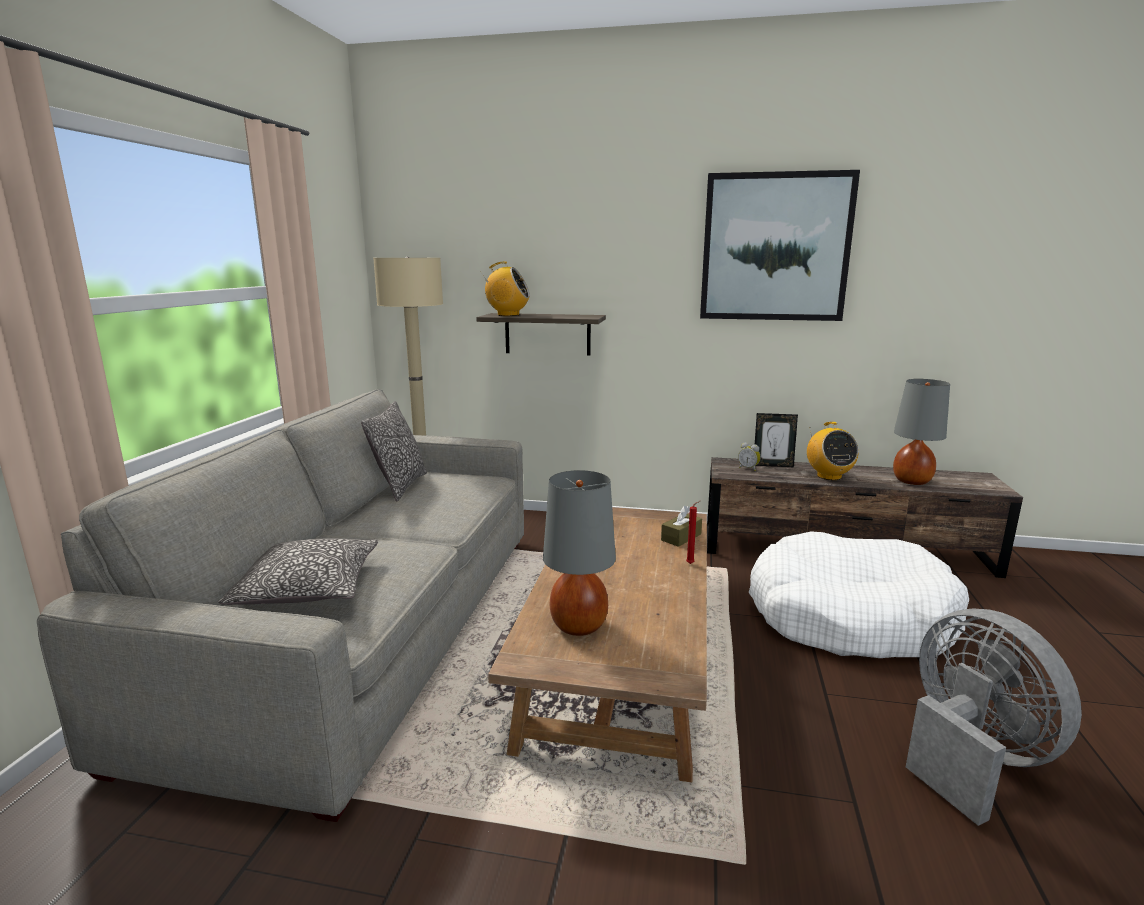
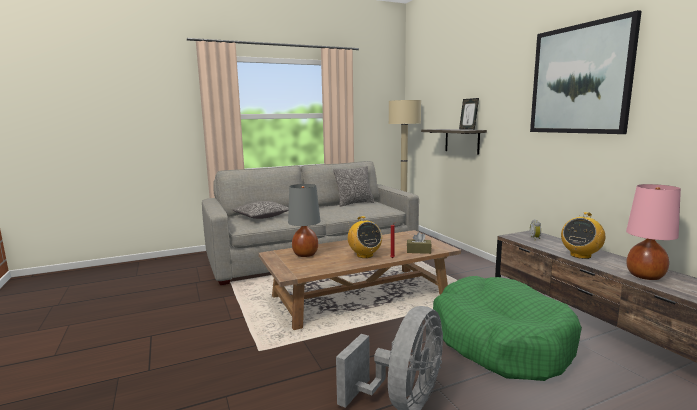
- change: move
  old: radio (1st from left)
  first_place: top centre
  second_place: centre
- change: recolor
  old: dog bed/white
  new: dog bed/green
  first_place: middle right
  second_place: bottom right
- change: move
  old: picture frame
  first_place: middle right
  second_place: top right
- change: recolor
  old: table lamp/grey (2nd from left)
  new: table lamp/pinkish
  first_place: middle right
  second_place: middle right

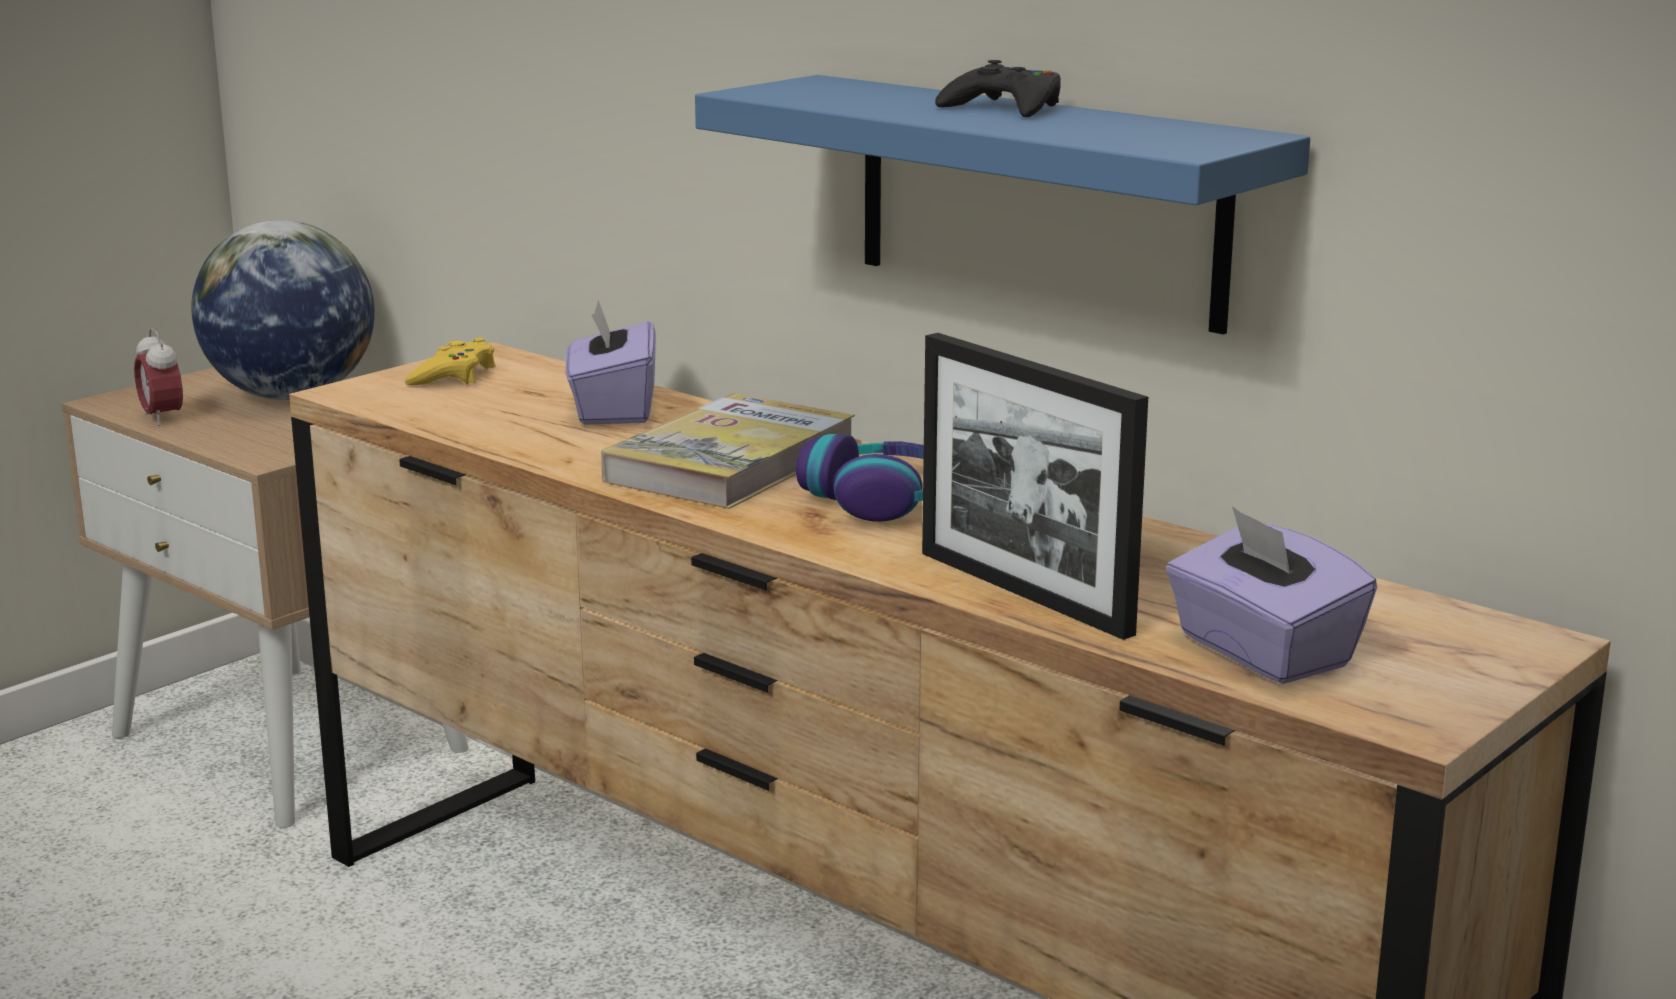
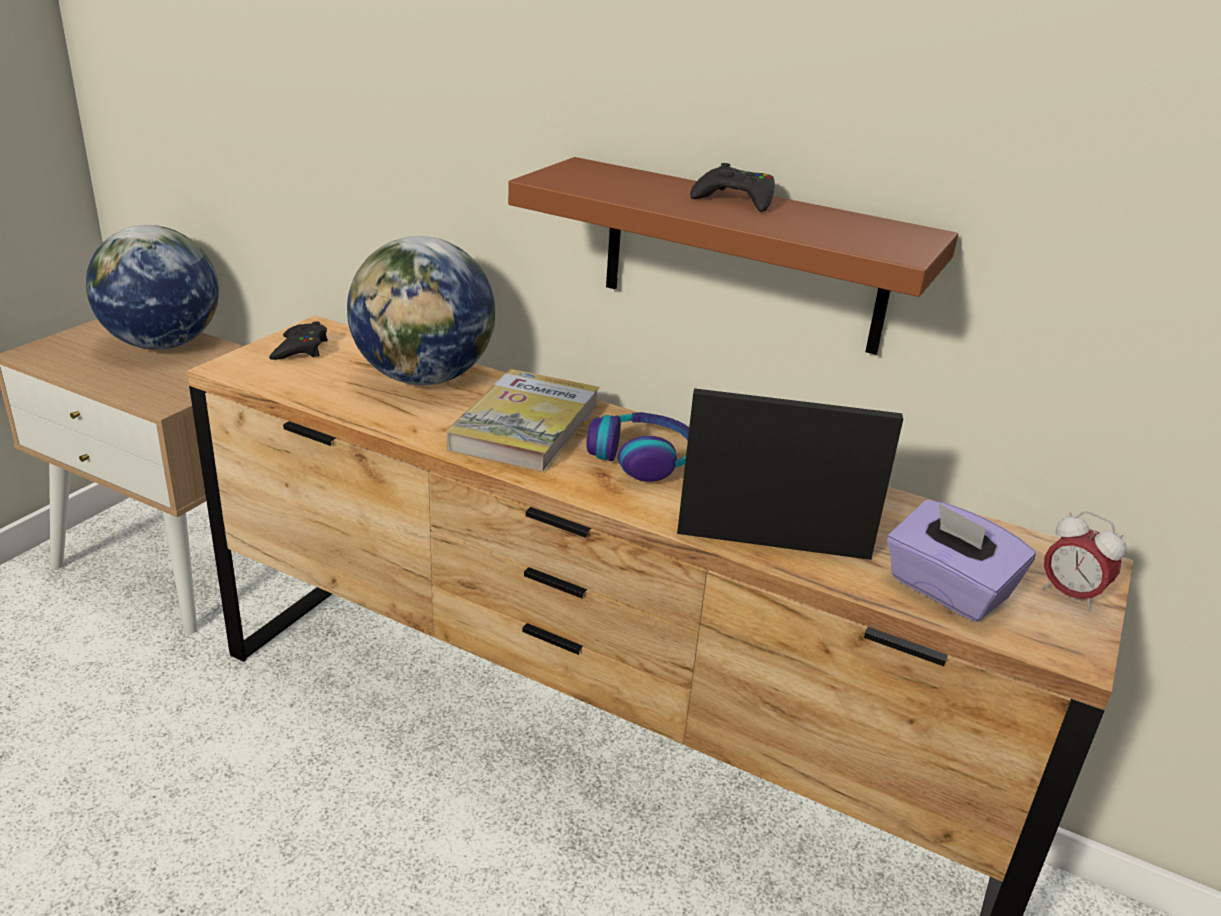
- change: recolor
  old: gamepad/yellowish
  new: gamepad/black-coloured (1st from left)
  first_place: middle left
  second_place: middle left
- change: replace
  old: tissue holder/purple (1st from left)
  new: world globe (2nd from left)
  first_place: centre
  second_place: centre
- change: recolor
  old: shelf/blue-coloured
  new: shelf/brown-coloured
  first_place: top centre
  second_place: top centre
- change: rotate
  old: picture frame
  first_place: centre
  second_place: centre
  degrees: 150
- change: move
  old: table clock
  first_place: middle left
  second_place: middle right

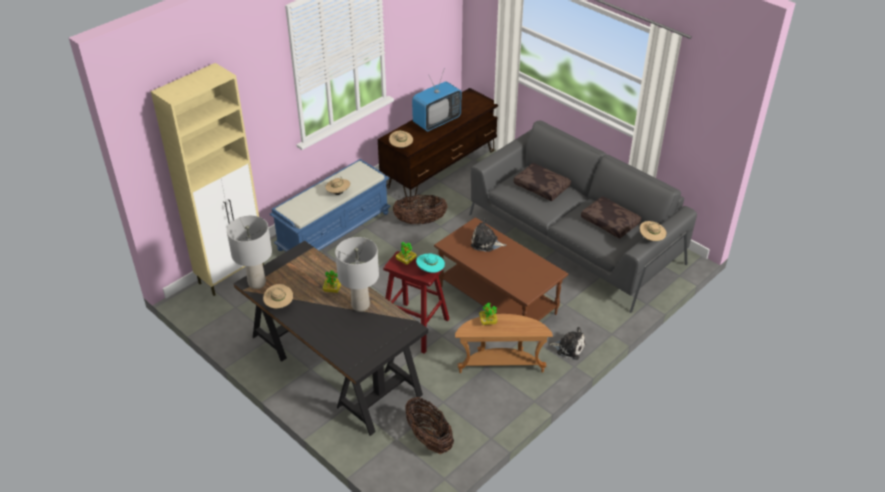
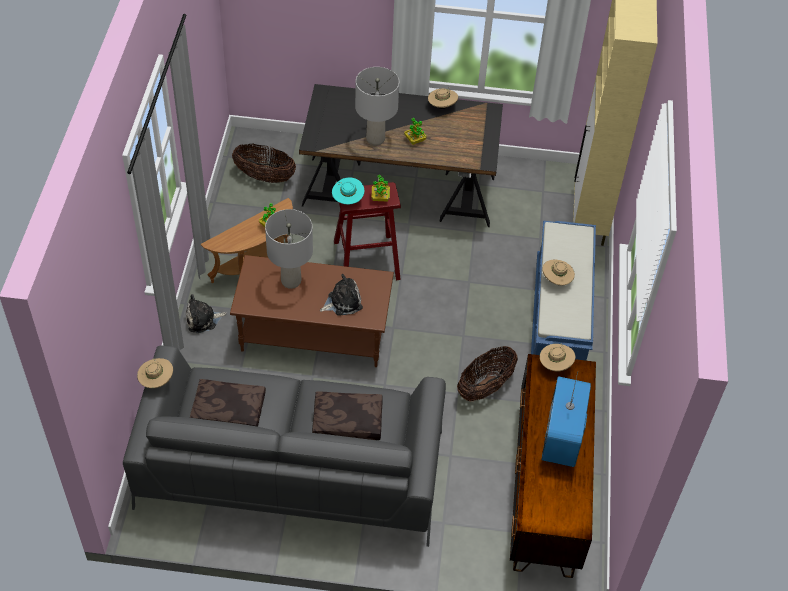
- change: move
  old: table lamp/grey (1st from left)
  first_place: middle left
  second_place: centre

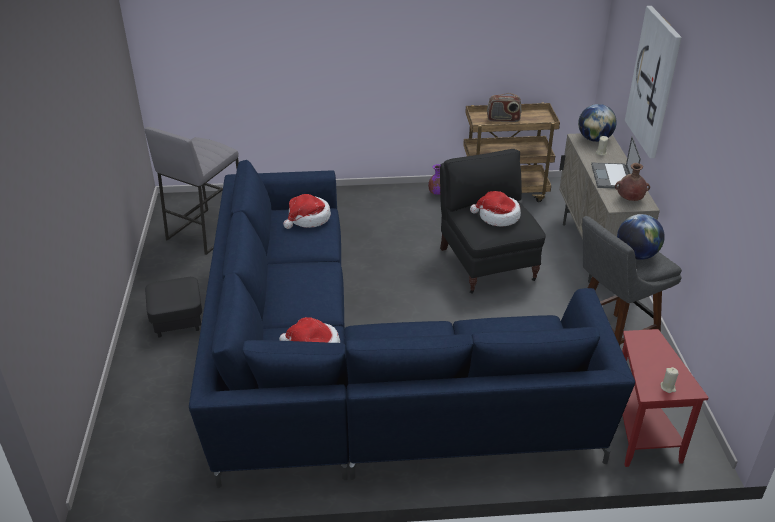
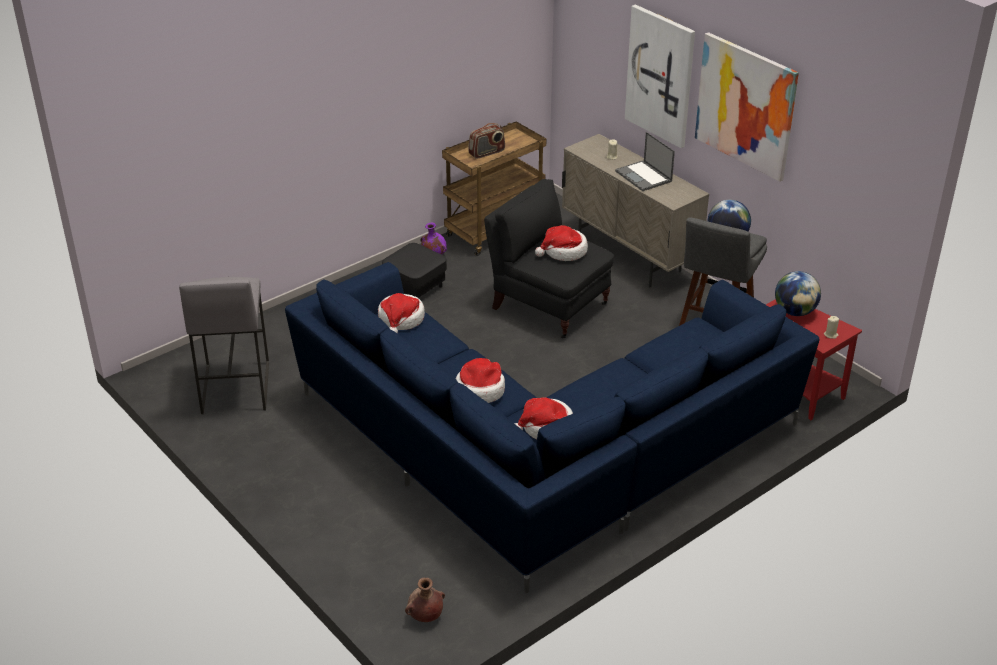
- change: move
  old: footrest/black-coloured
  first_place: middle left
  second_place: centre
- change: move
  old: vase/brown-coloured
  first_place: middle right
  second_place: bottom centre
- change: insert
  new: hat (2nd from left)
  second_place: centre
- change: insert
  new: wall picture (2nd from left)
  second_place: top right
- change: move
  old: world globe (1st from left in the first image)
  new: world globe (2nd from left)
  first_place: top right
  second_place: middle right

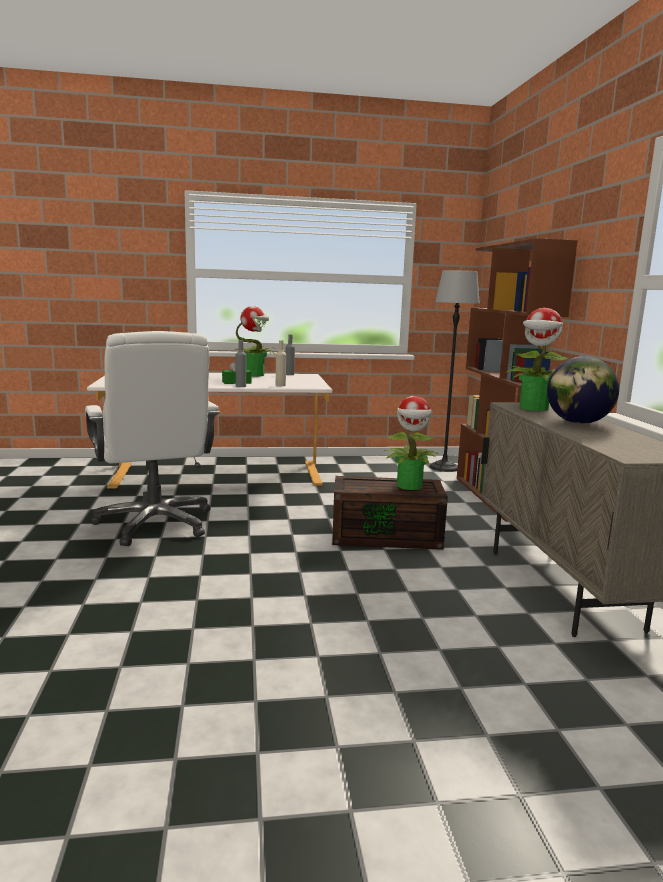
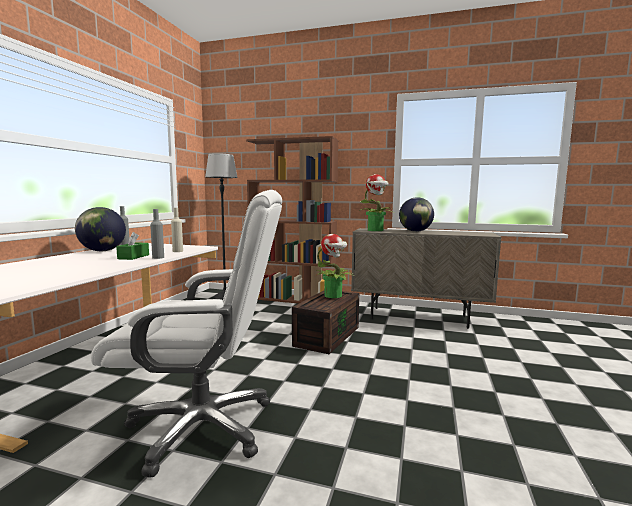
- change: replace
  old: plant in a pot (1st from left)
  new: world globe (1st from left)
  first_place: centre
  second_place: middle left

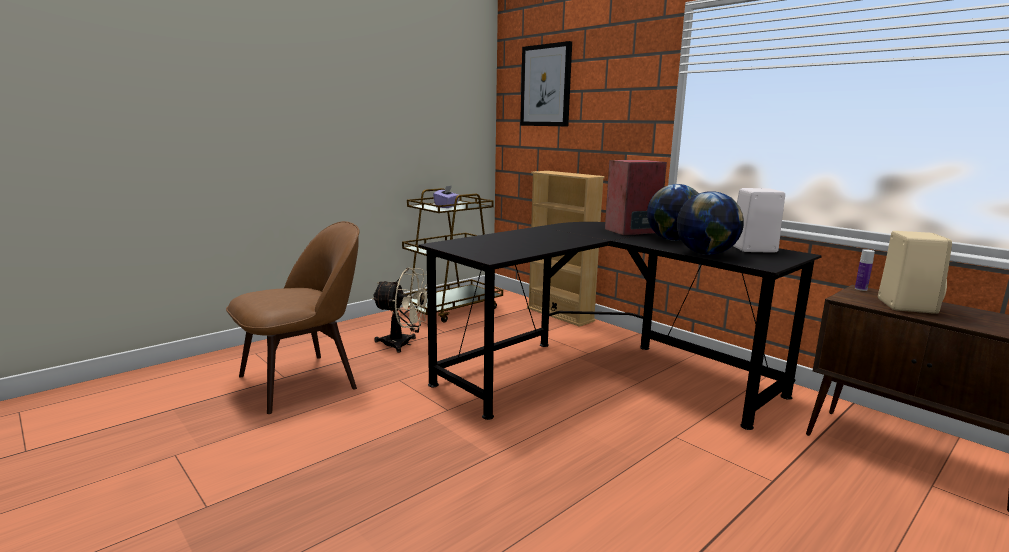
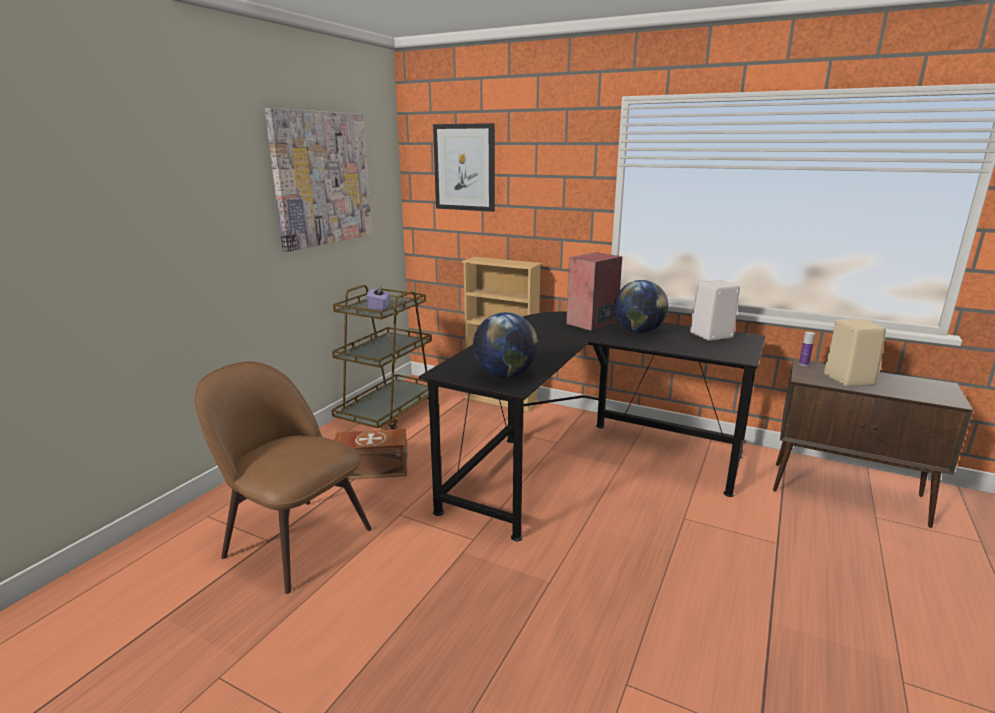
- change: rotate
  old: chair/brown-coloured
  first_place: middle left
  second_place: bottom left
  degrees: -90
- change: insert
  new: wall picture (1st from left)
  second_place: top left
- change: replace
  old: electric fan/sand-coloured
  new: storage container/brown-coloured
  first_place: centre
  second_place: centre
- change: move
  old: world globe (2nd from left in the first image)
  new: world globe (1st from left)
  first_place: middle right
  second_place: centre

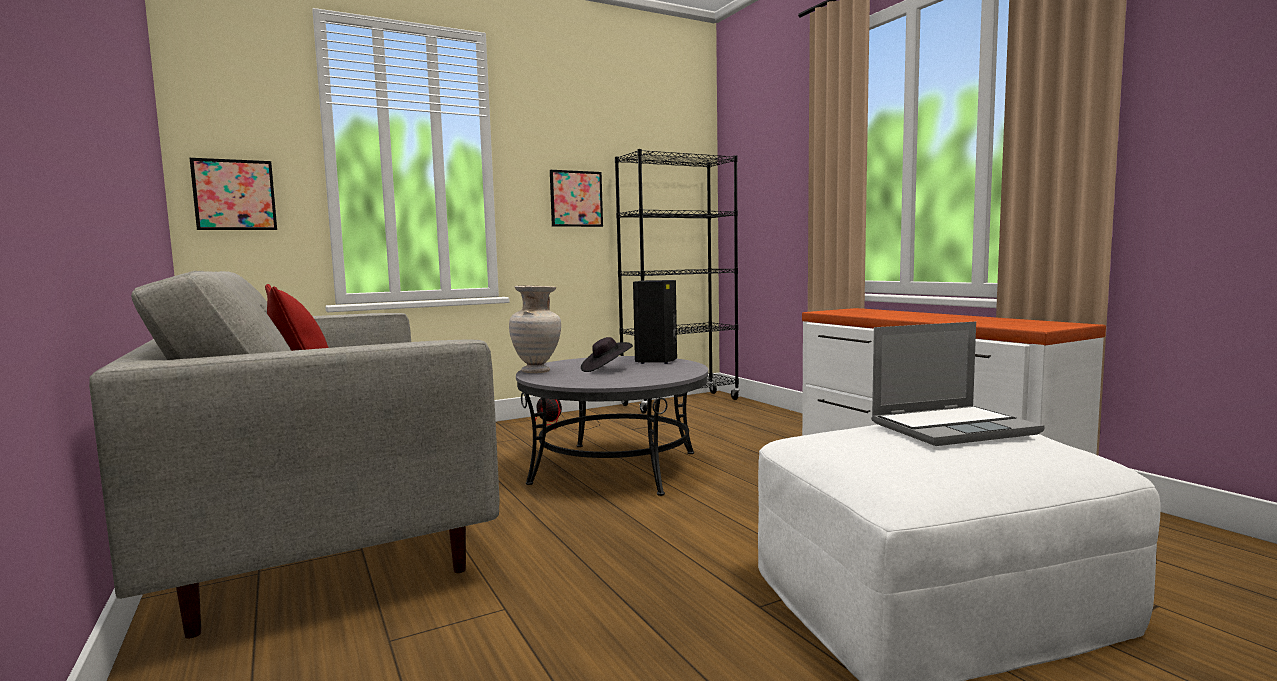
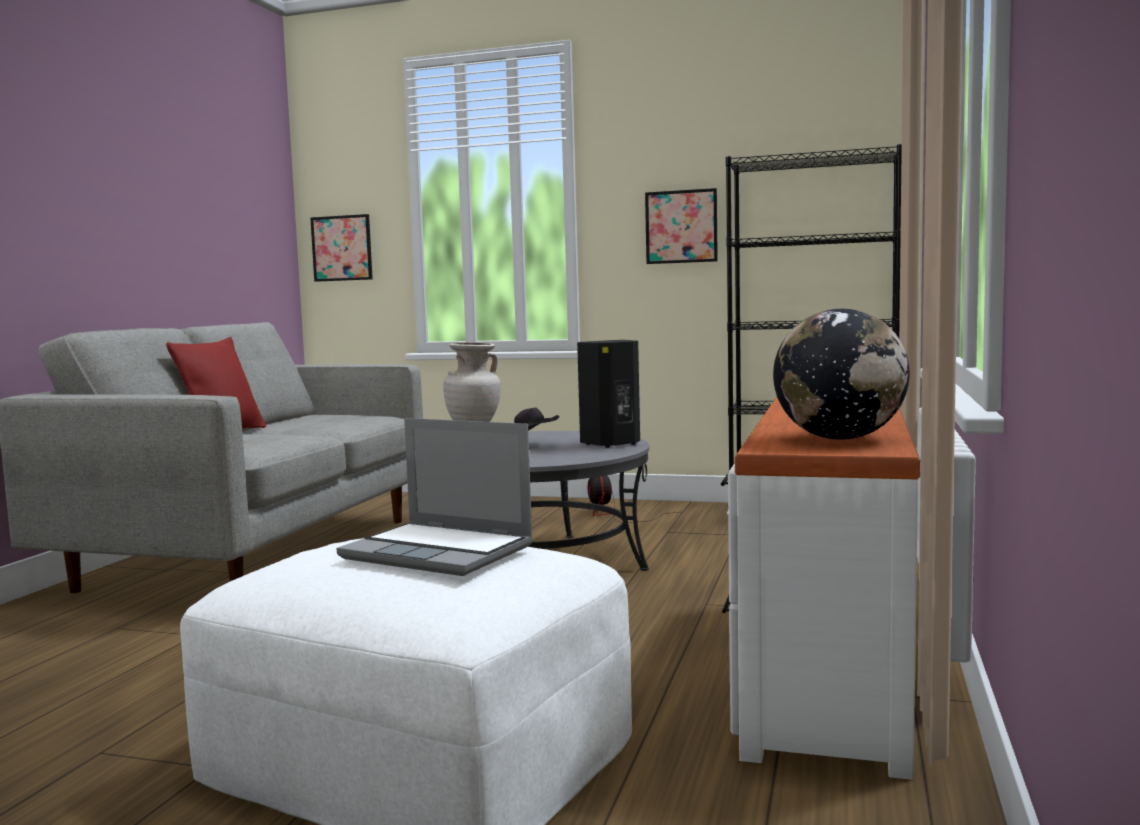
- change: insert
  new: world globe
  second_place: middle right

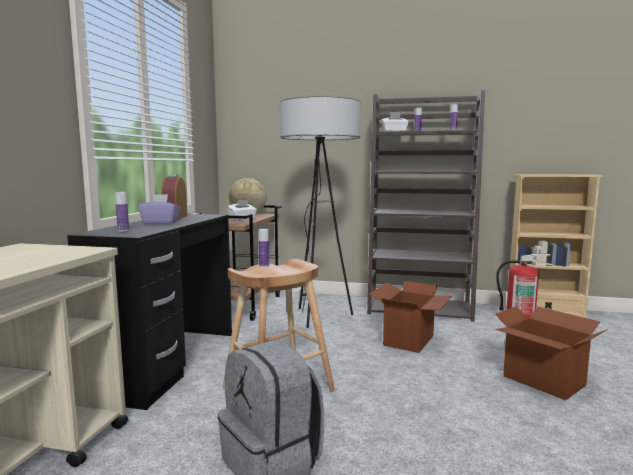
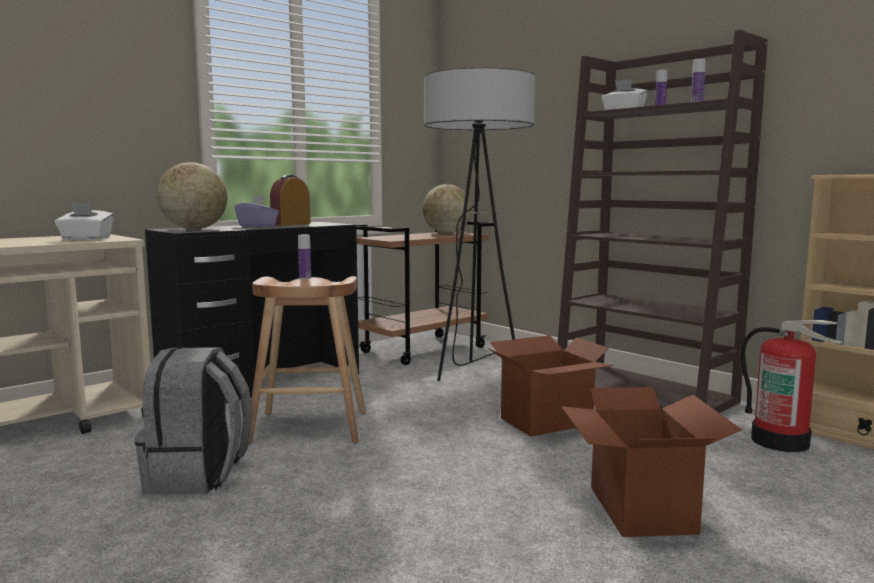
- change: move
  old: tissue holder/white (1st from left)
  first_place: centre
  second_place: middle left
- change: replace
  old: beverage bottle (1st from left)
  new: world globe (1st from left)
  first_place: middle left
  second_place: middle left

